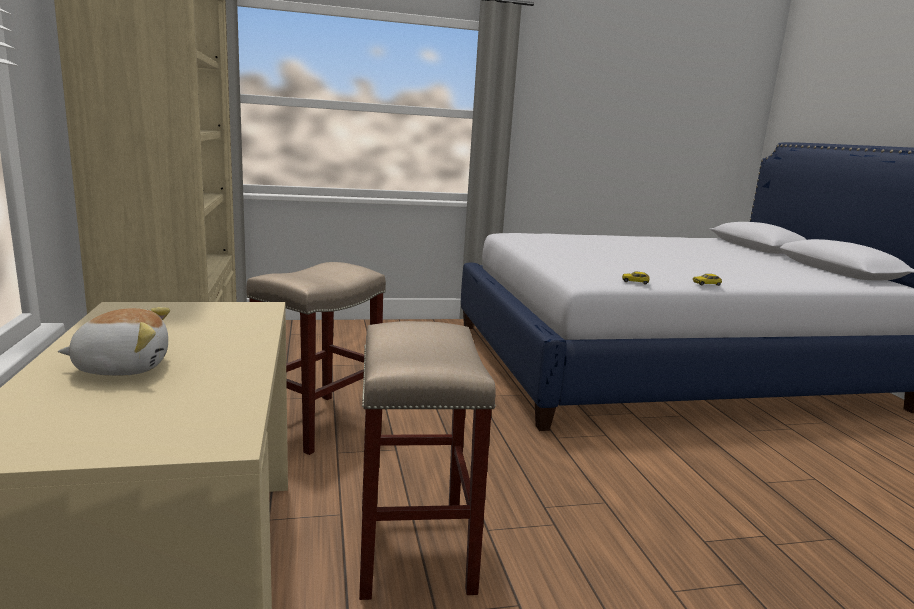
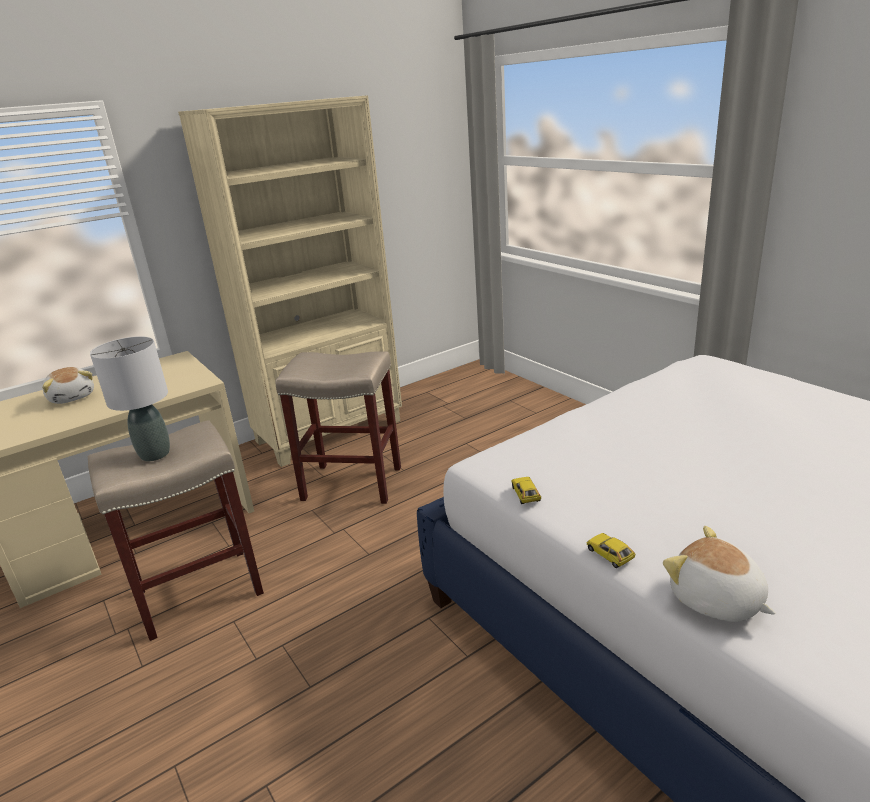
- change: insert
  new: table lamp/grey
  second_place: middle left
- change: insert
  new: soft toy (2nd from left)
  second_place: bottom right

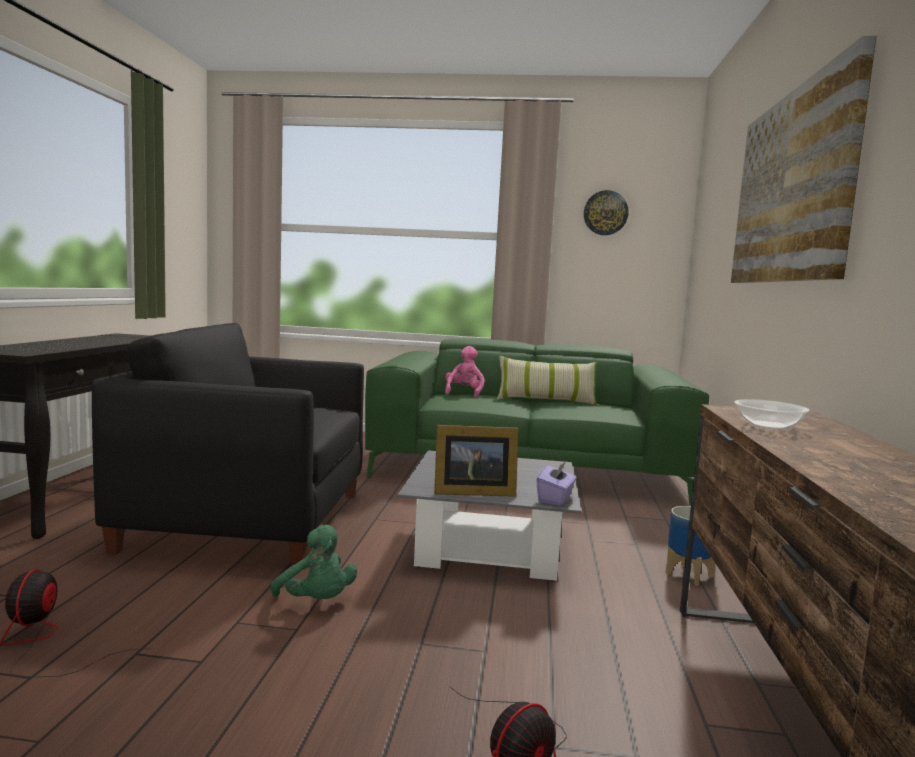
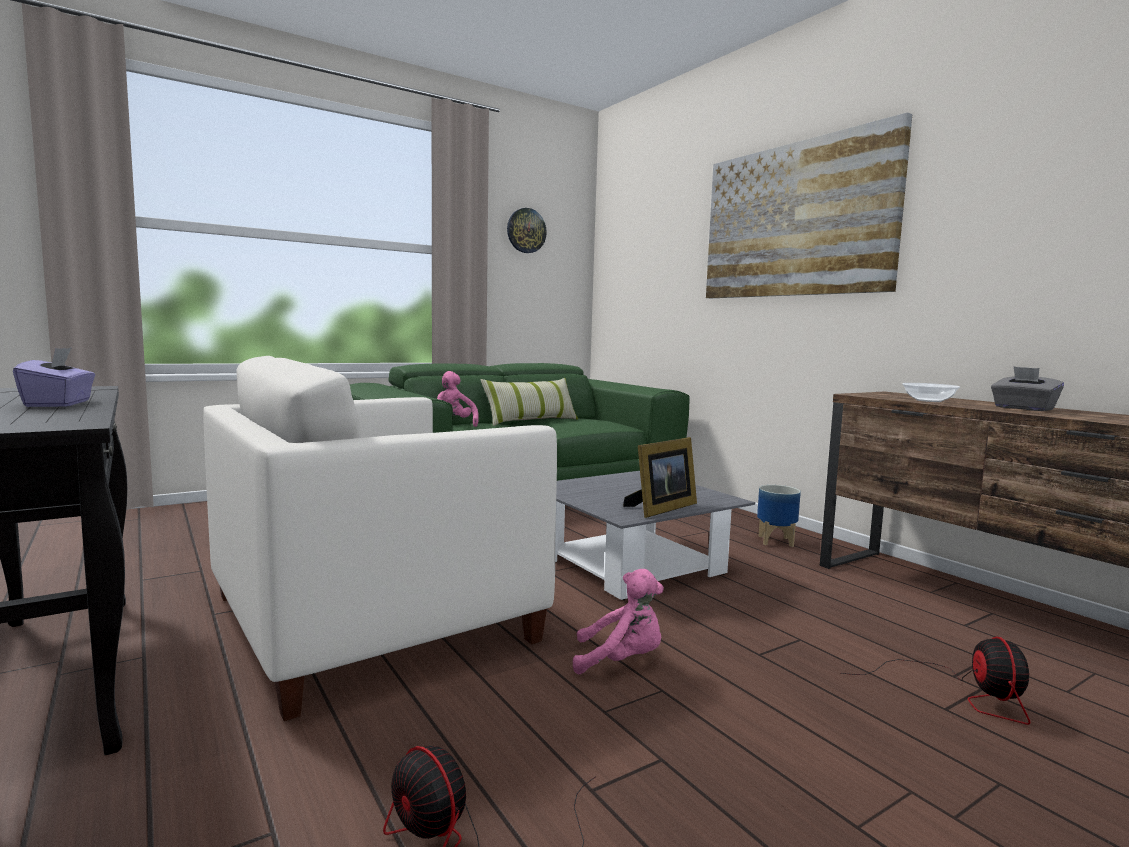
- change: move
  old: tissue holder/purple
  first_place: centre
  second_place: middle left
- change: recolor
  old: easy chair/black-coloured
  new: easy chair/white
  first_place: middle left
  second_place: centre
- change: recolor
  old: soft toy/green
  new: soft toy/pinkish (2nd from left)
  first_place: bottom centre
  second_place: bottom centre
- change: insert
  new: tissue holder/grey
  second_place: middle right

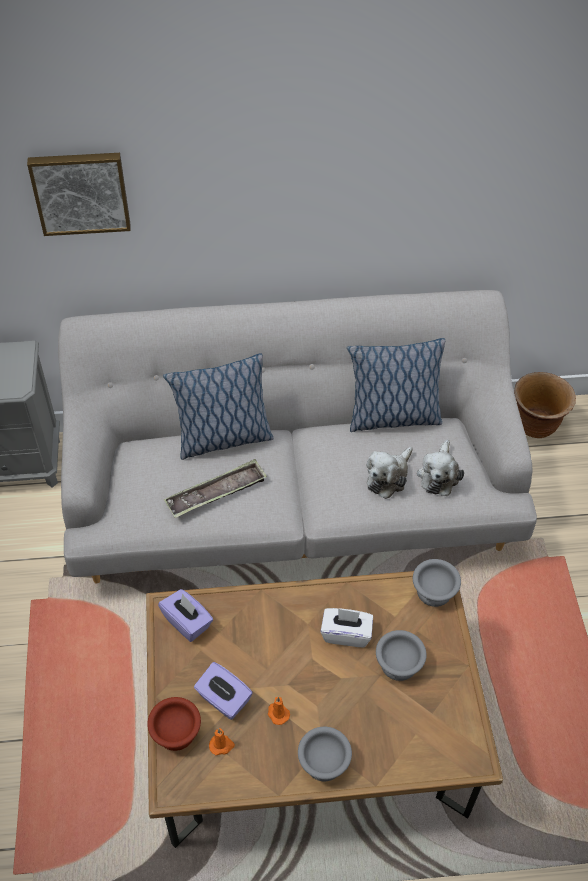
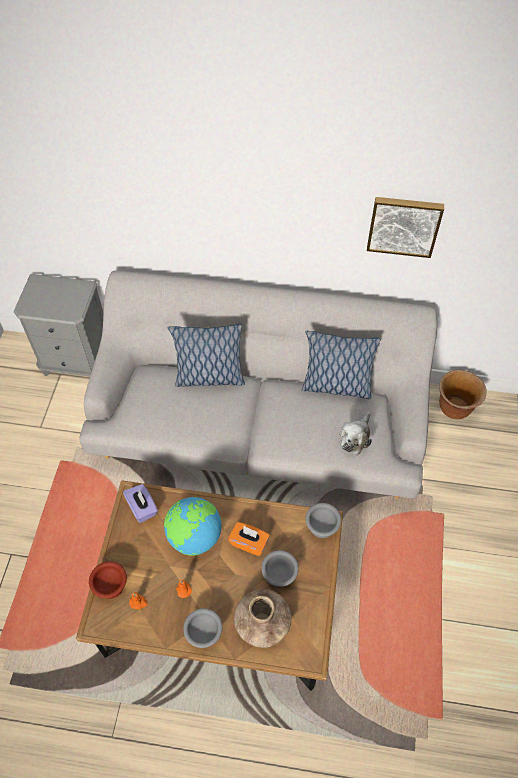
- change: insert
  new: world globe
  second_place: bottom centre
- change: recolor
  old: tissue holder/white
  new: tissue holder/orange
  first_place: bottom centre
  second_place: bottom centre
- change: insert
  new: vase/brown-coloured
  second_place: bottom centre
- change: move
  old: wall picture
  first_place: top left
  second_place: top right
- change: delete
  old: tray
  first_place: centre
- change: delete
  old: tissue holder/purple (2nd from left)
  first_place: bottom centre
- change: delete
  old: soft toy (1st from left)
  first_place: centre

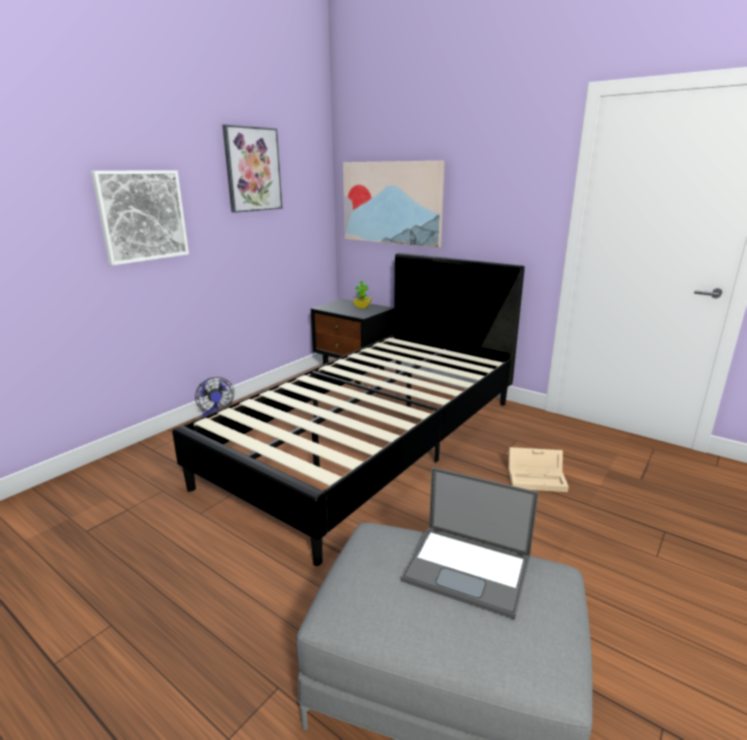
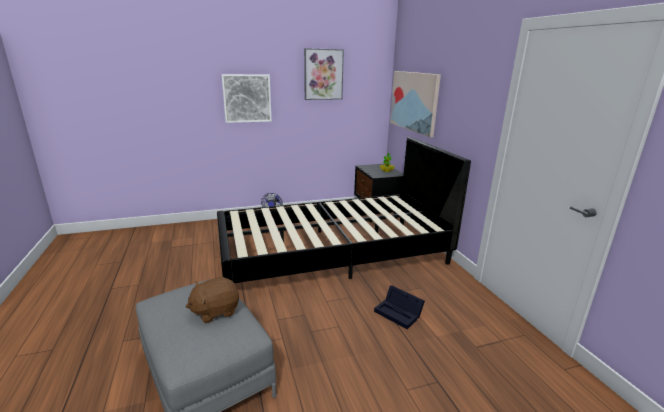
- change: replace
  old: portable computer
  new: soft toy/brown-coloured
  first_place: bottom centre
  second_place: bottom left
- change: recolor
  old: storage container/sand-coloured
  new: storage container/black-coloured
  first_place: middle right
  second_place: bottom centre

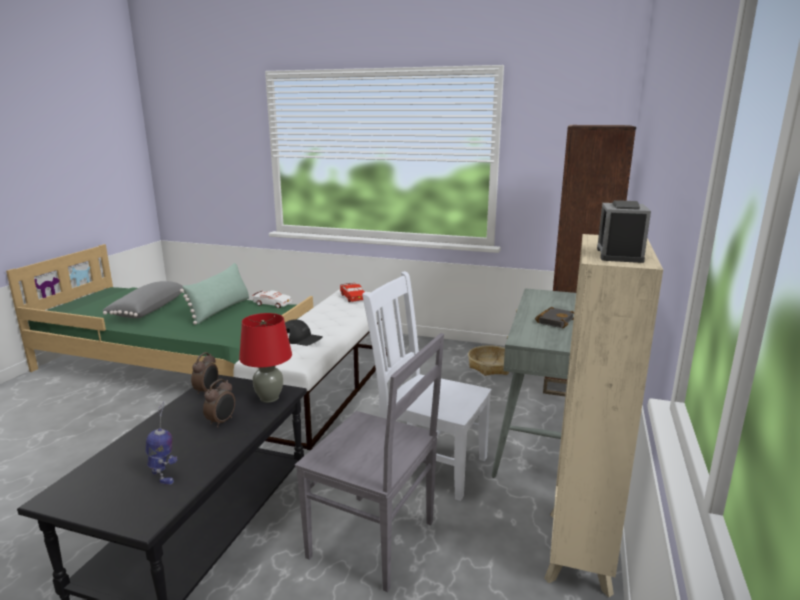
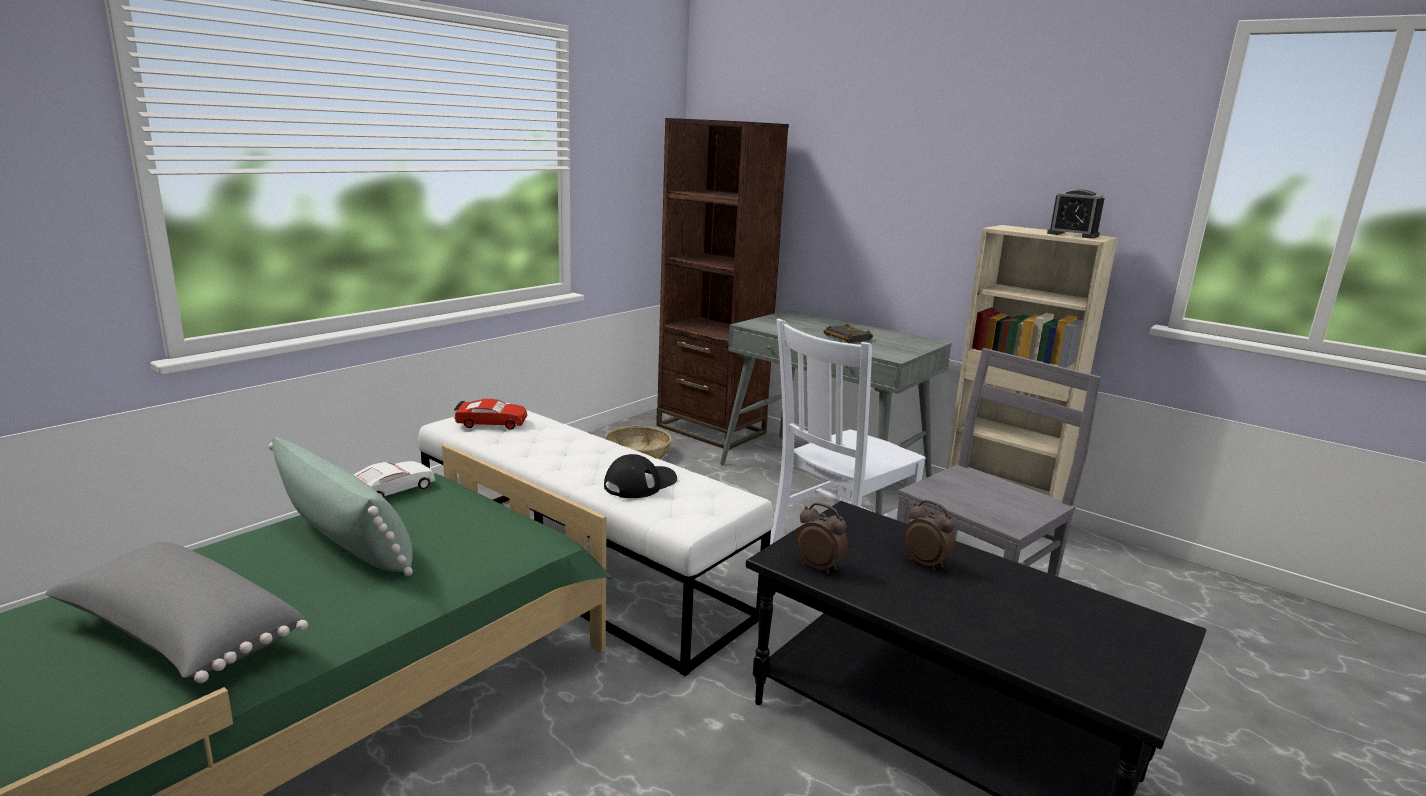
- change: delete
  old: model robot
  first_place: bottom left
- change: delete
  old: table lamp/red
  first_place: middle left

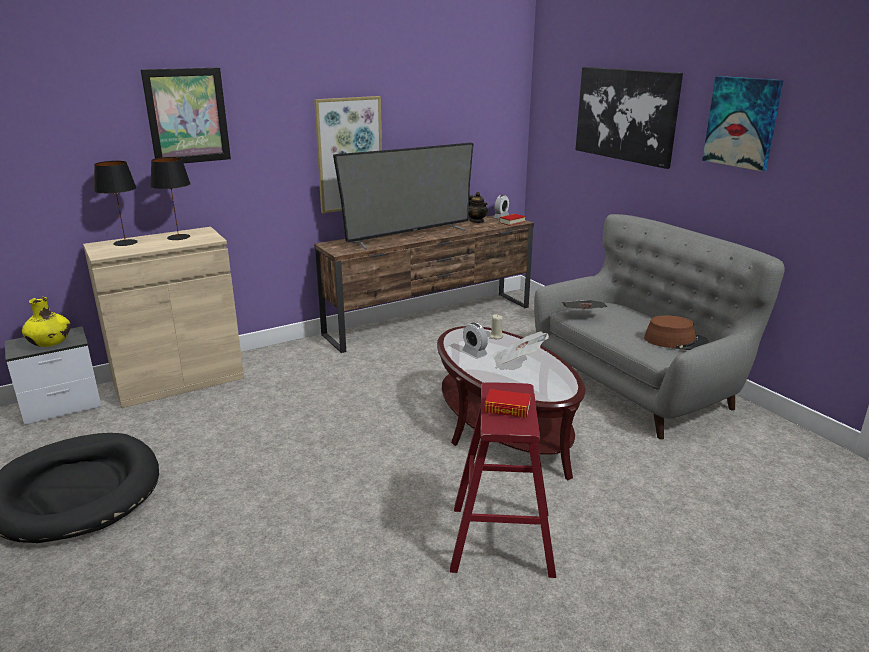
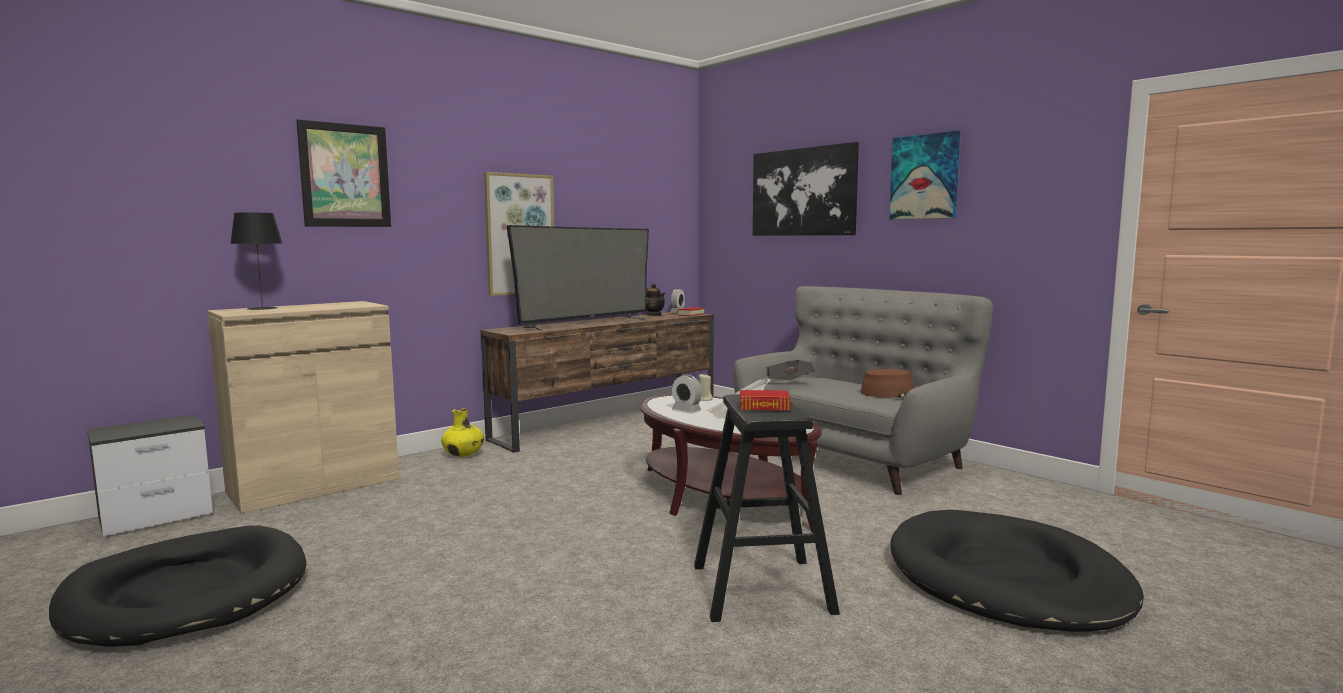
- change: move
  old: vase/yellowish
  first_place: middle left
  second_place: centre
- change: recolor
  old: stool/red
  new: stool/black-coloured
  first_place: bottom centre
  second_place: bottom centre
- change: insert
  new: dog bed/black-coloured (2nd from left)
  second_place: bottom right
- change: delete
  old: table lamp/black-coloured (2nd from left)
  first_place: top left

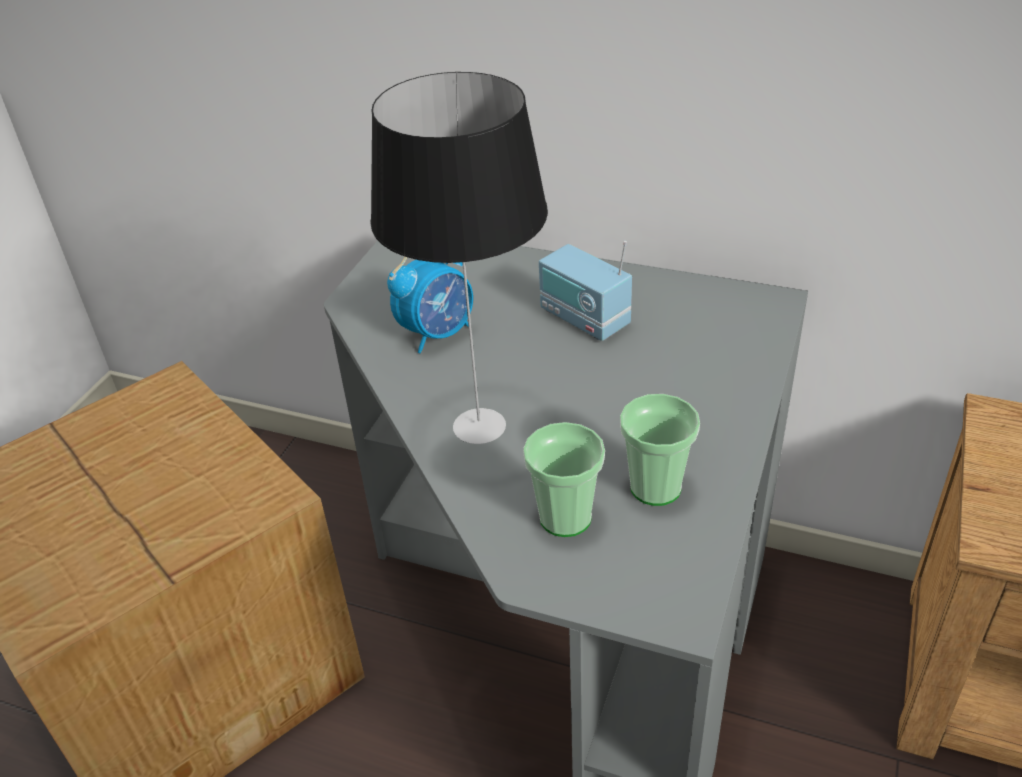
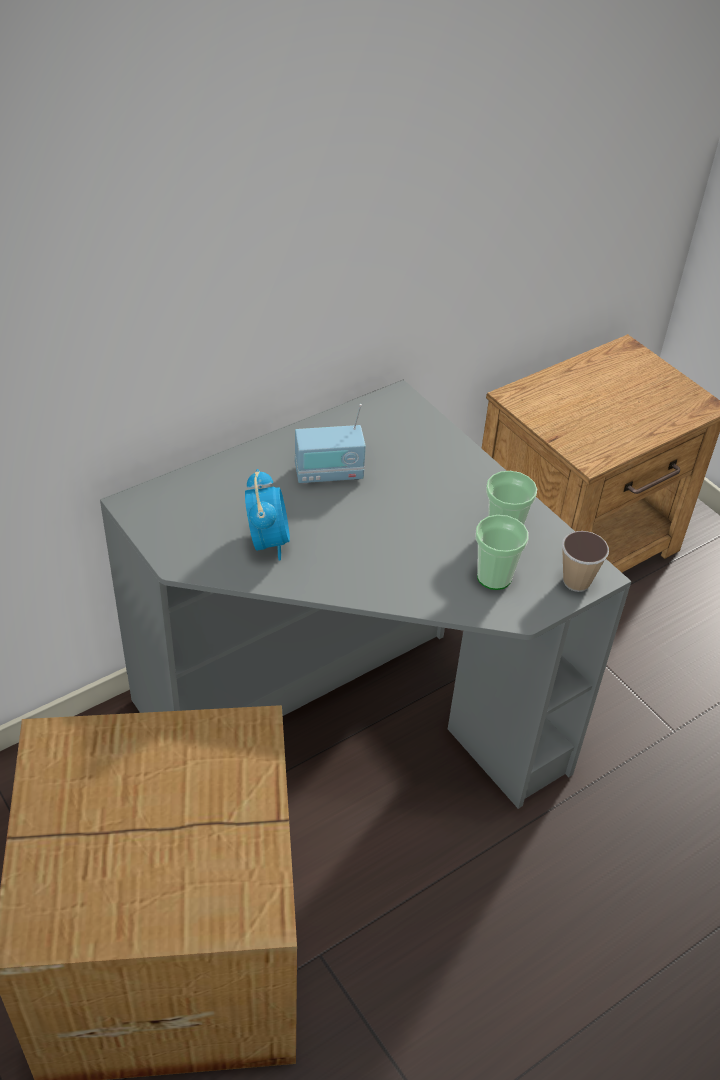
- change: insert
  new: cup (3rd from left)
  second_place: middle right
- change: delete
  old: table lamp
  first_place: top centre

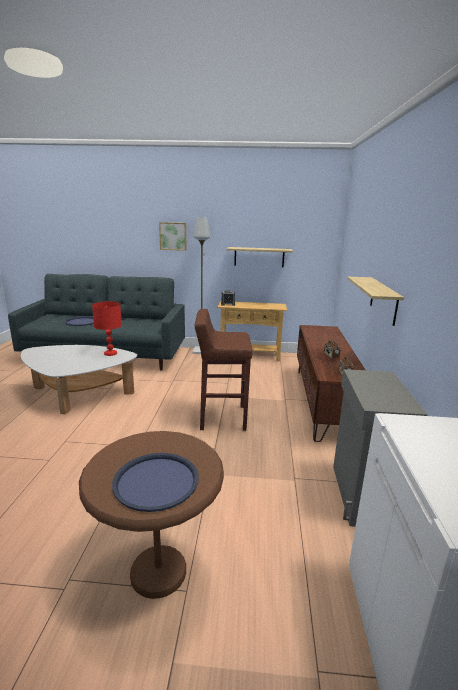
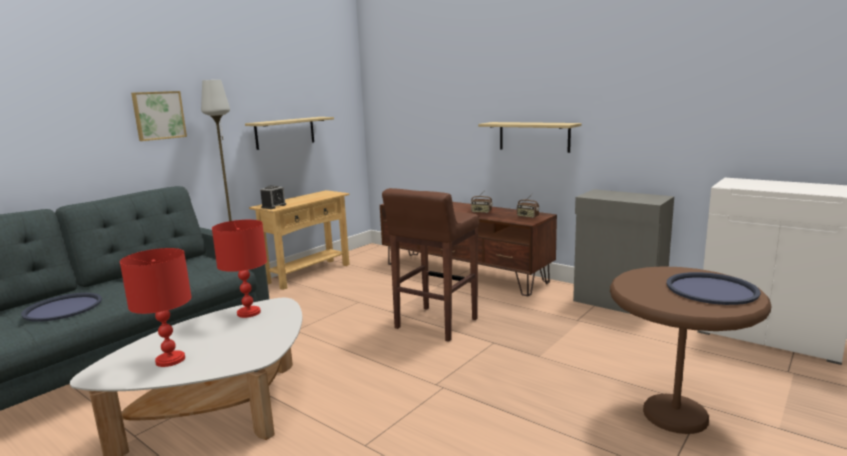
- change: insert
  new: table lamp/red (1st from left)
  second_place: bottom left

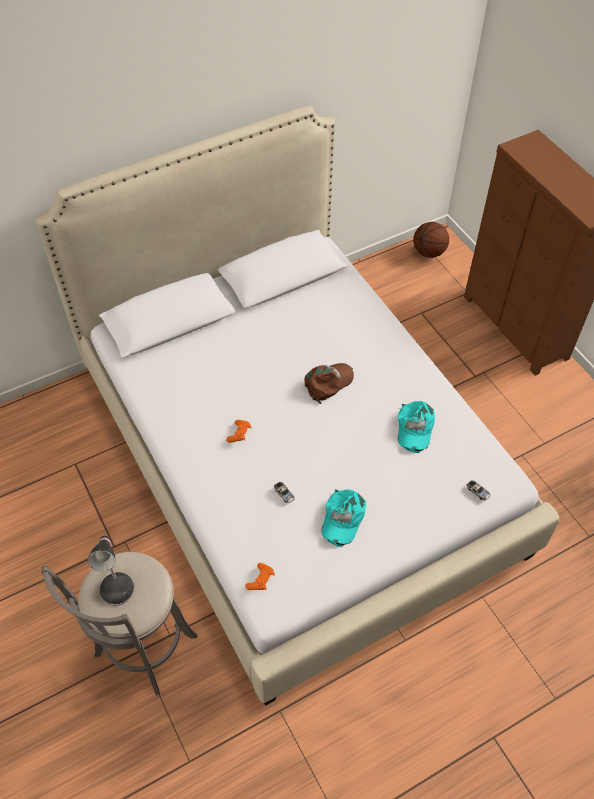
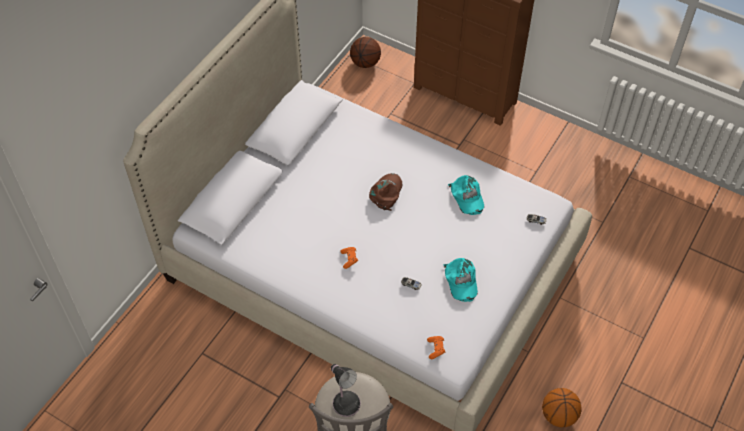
- change: insert
  new: basketball ball (2nd from left)
  second_place: bottom right

